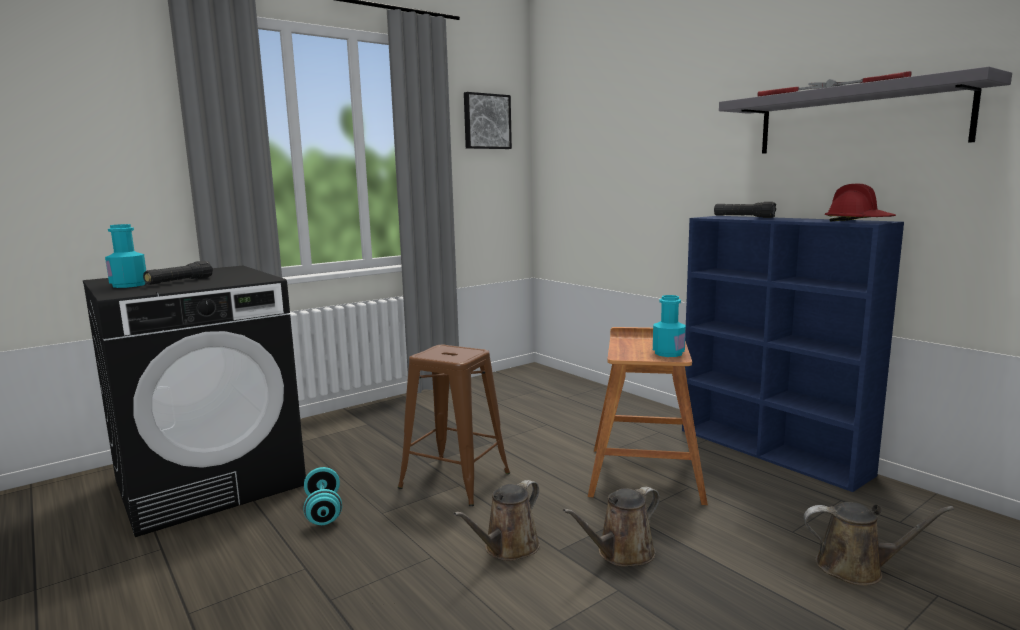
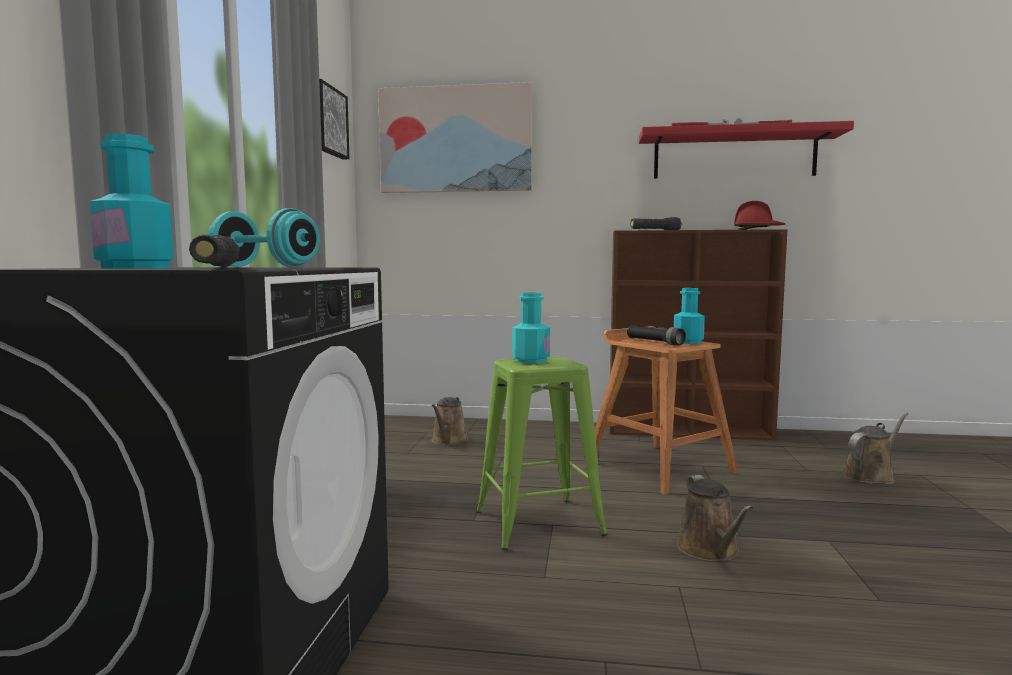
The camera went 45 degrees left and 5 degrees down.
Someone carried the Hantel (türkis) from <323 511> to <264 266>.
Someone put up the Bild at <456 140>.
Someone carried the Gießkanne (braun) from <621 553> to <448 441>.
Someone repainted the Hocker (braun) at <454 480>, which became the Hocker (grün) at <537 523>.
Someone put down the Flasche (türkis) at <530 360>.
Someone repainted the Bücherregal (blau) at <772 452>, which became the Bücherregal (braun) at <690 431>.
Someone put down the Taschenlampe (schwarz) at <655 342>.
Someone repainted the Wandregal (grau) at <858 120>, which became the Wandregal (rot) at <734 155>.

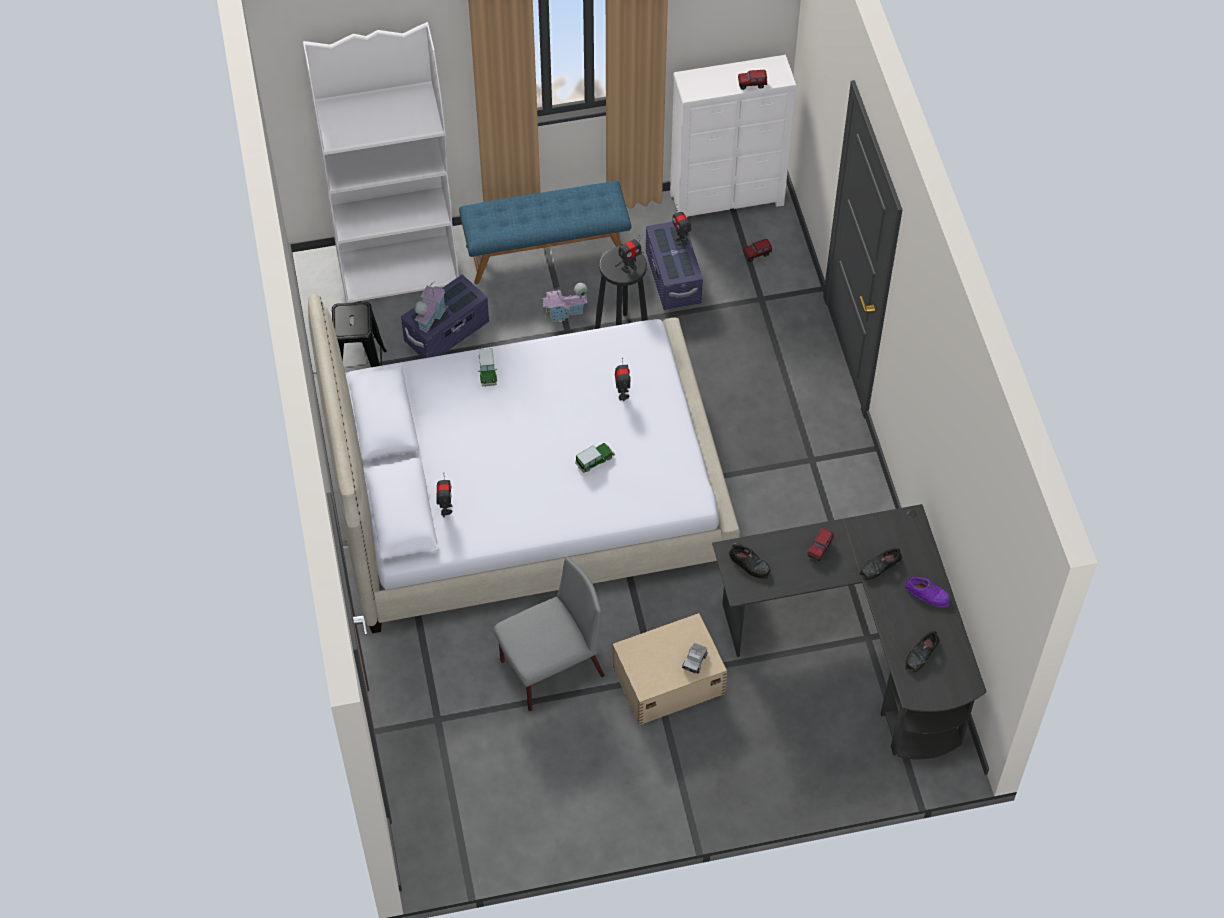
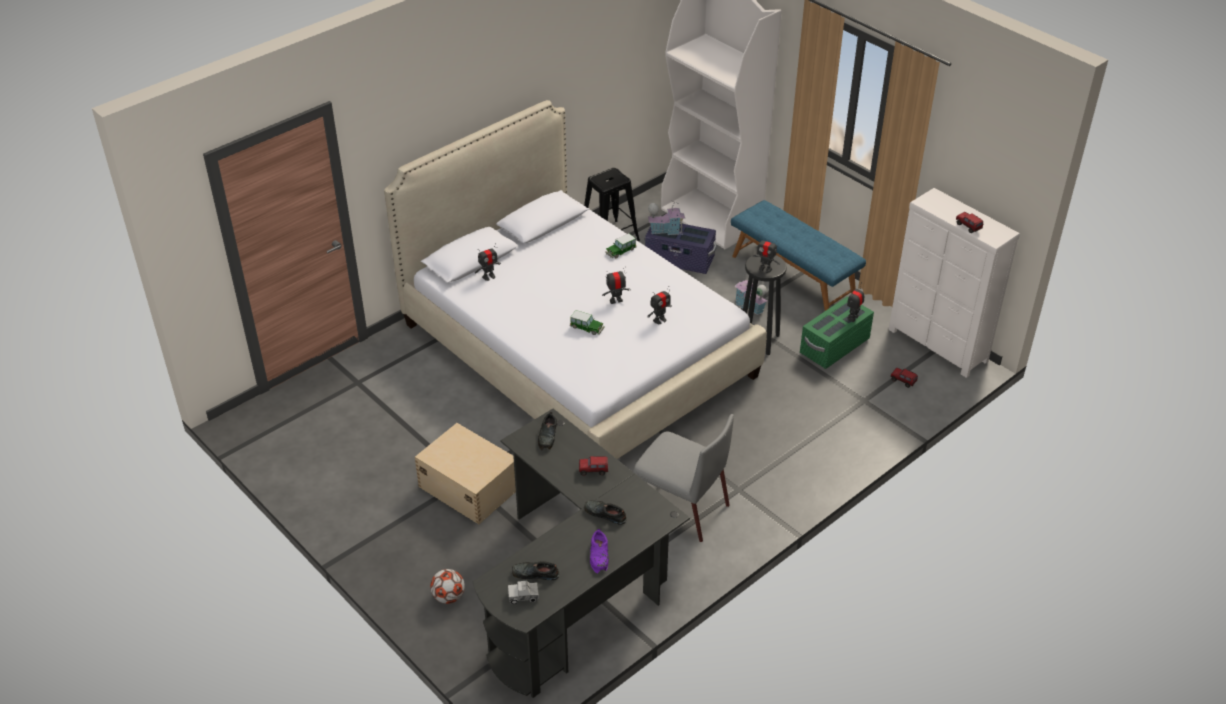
The camera went 60 degrees right and 15 degrees down.
Someone put down the Fußball at <448 597>.
Someone carried the Spielzeuglaster from <694 661> to <523 596>.
Someone put down the Spielzeugroboter at <616 300>.
Someone carried the Stuhl (grau) from <550 669> to <681 508>.
Someone repainted the Aufbewahrungsbox (lila) at <673 278>, which became the Aufbewahrungsbox (grün) at <834 346>.

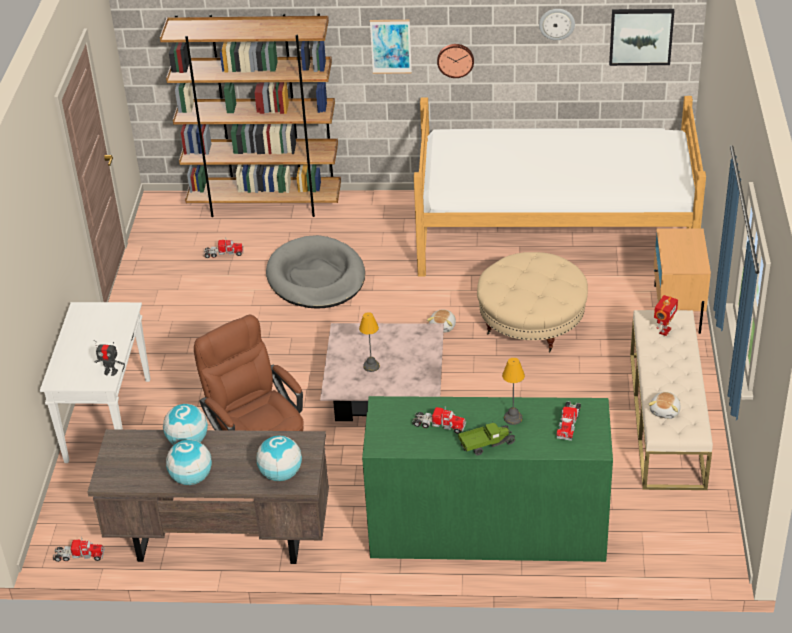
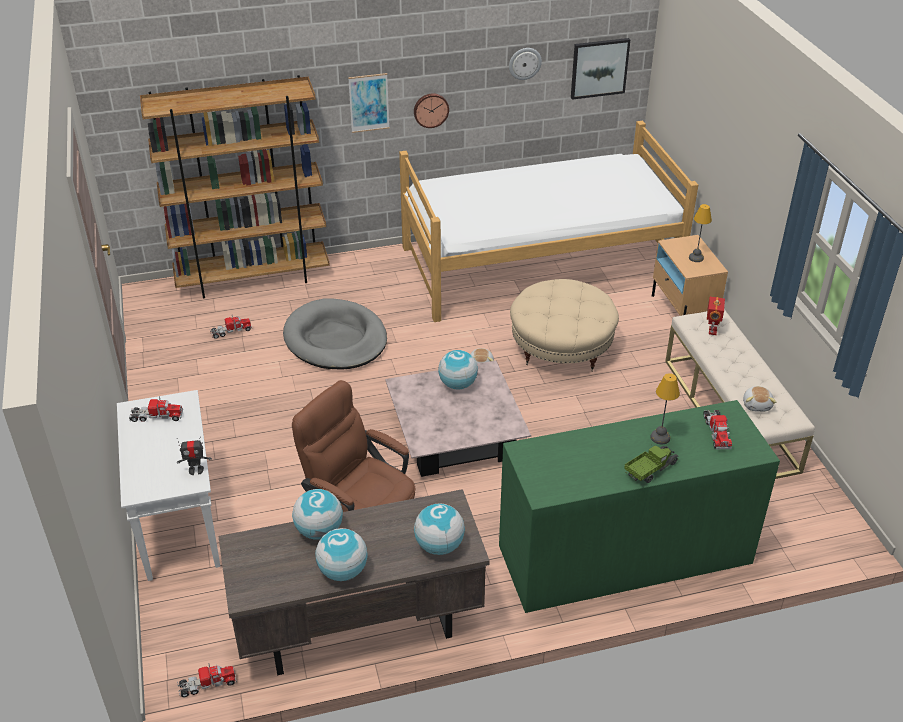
The camera went 20 degrees left and 0 degrees up.
Someone carried the Spielzeuglaster from <439 425> to <156 416>.
Someone put down the Globus at <458 384>.
Someone carried the Tischlampe from <371 366> to <696 257>.

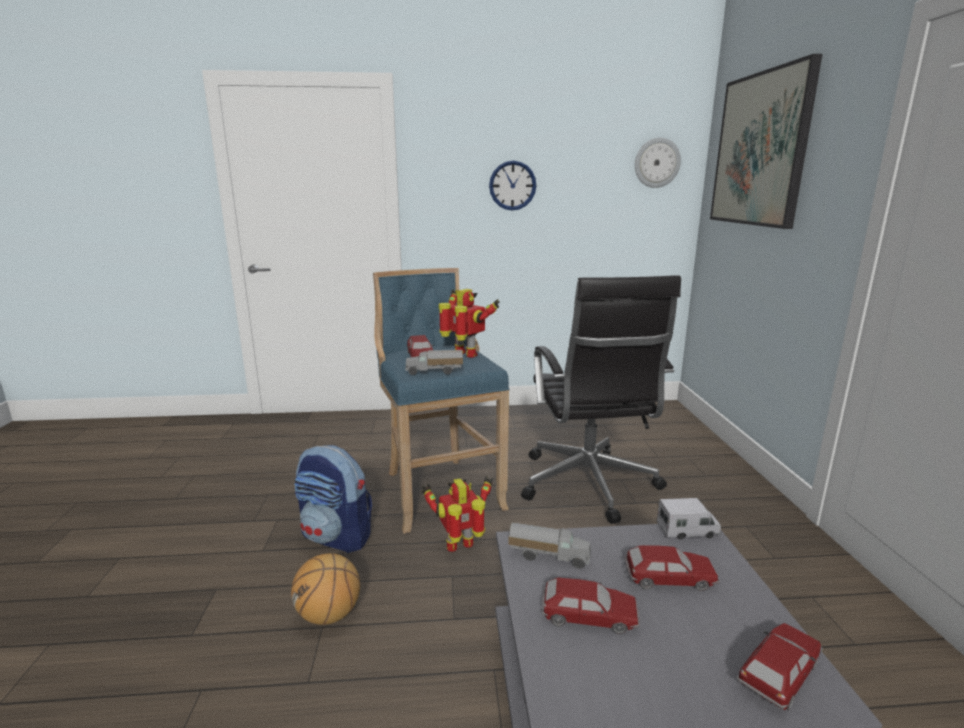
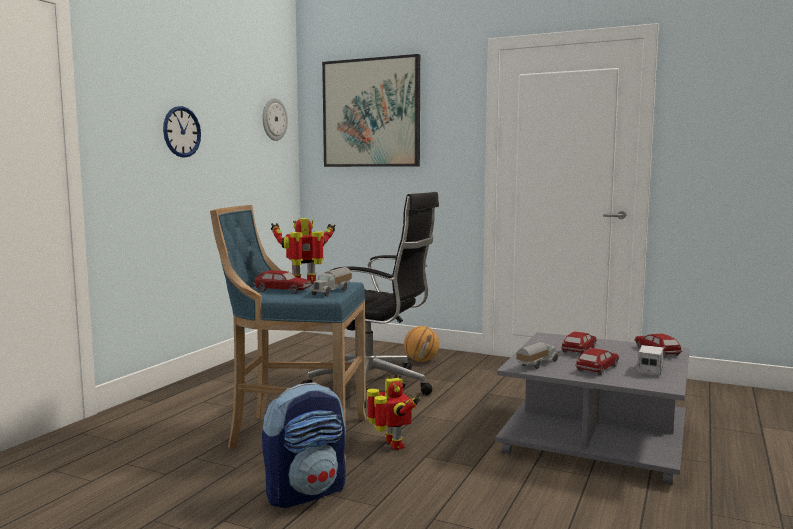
The camera went 60 degrees left and 10 degrees down.
Someone rotated the Spielzeugroboter at <461 547> by 150 degrees clockwise.
Someone carried the Basketball from <329 615> to <421 361>.
Someone carried the Spielzeuglaster from <688 531> to <650 370>.

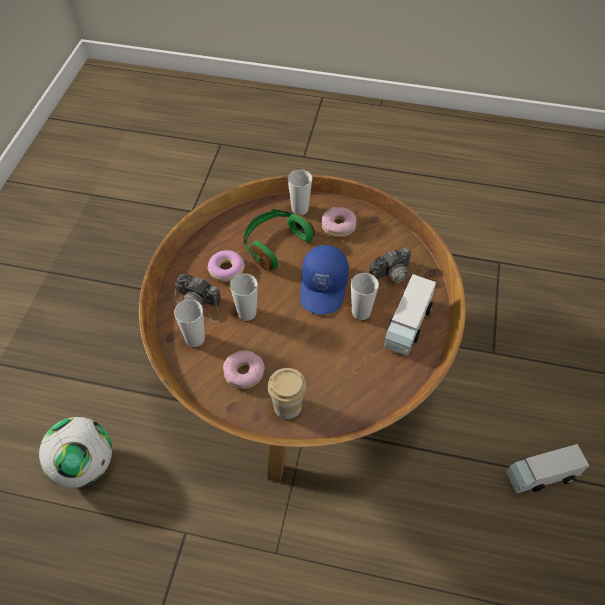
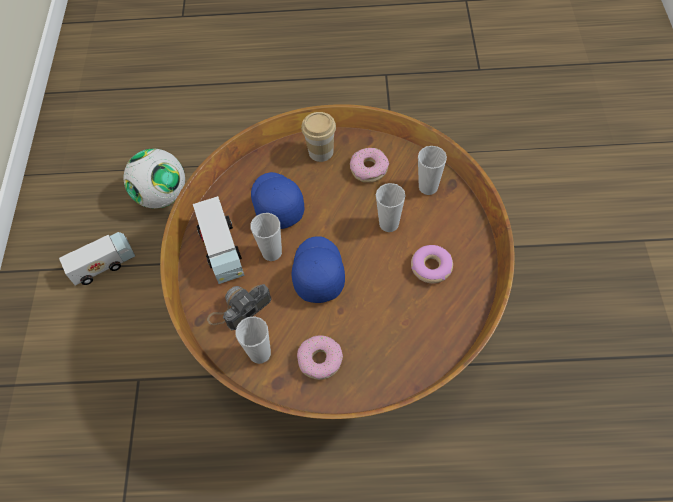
The camera went 170 degrees right and 5 degrees up.
Someone carried the Fußball from <85 465> to <162 195>.
Someone rotated the Spielzeuglaster at <407 325> by 150 degrees clockwise.
Someone carried the Tasse from <300 209> to <260 353>.
Someone put down the Kappe (blau) at <276 203>.
Someone took away the Kamera at <200 303>.
Someone took away the Kopfhörer (grün) at <275 244>.

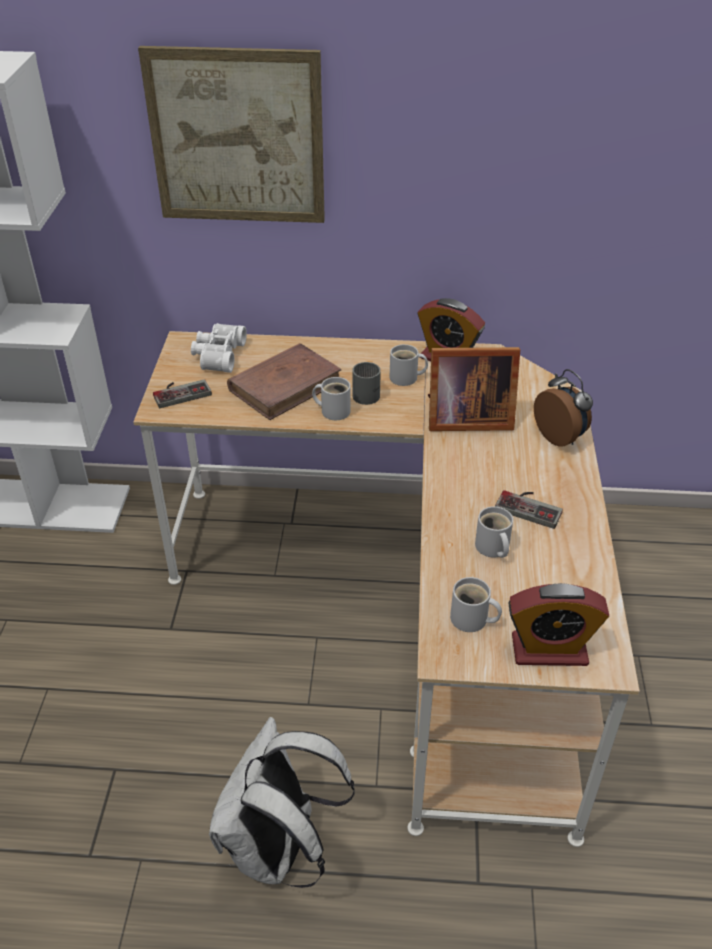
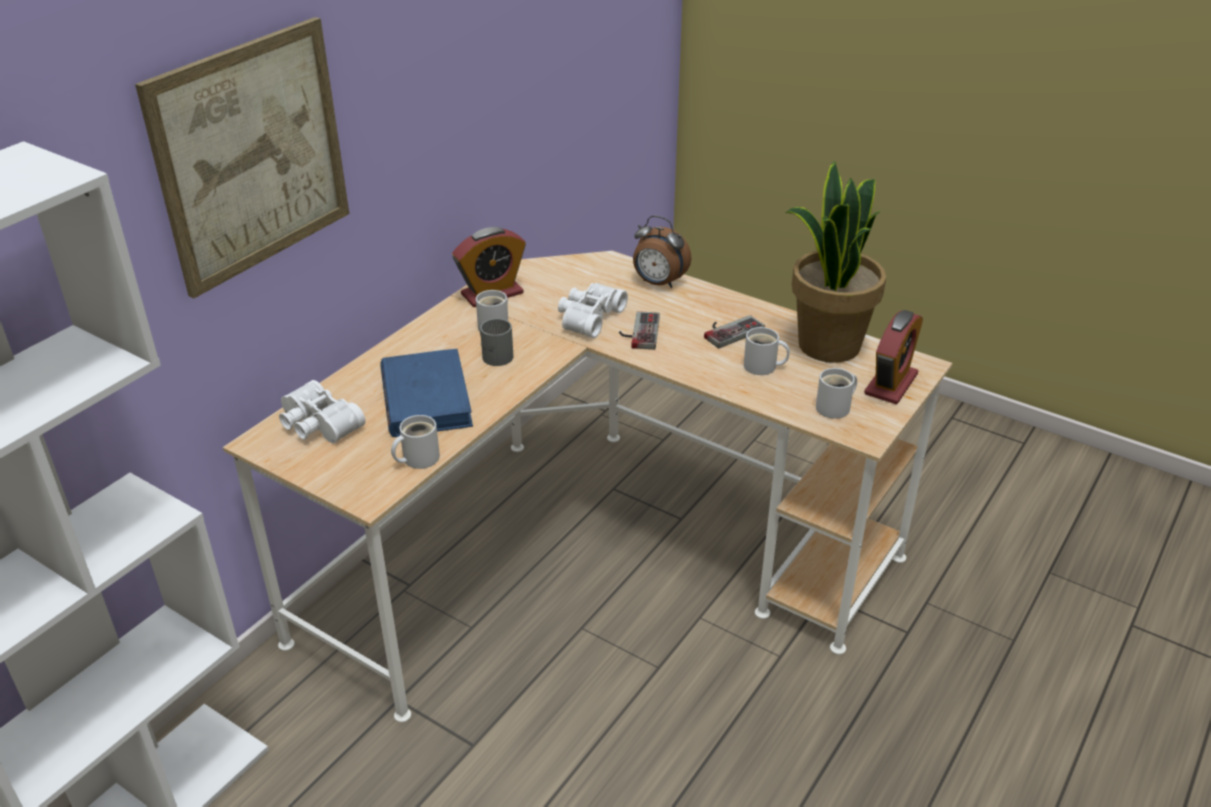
The camera went 60 degrees left and 5 degrees down.
Someone repainted the Buch (braun) at <286 385>, which became the Buch (blau) at <426 398>.
Someone carried the Henkelbecher (weiß) from <333 410> to <417 458>.
Someone swapped the Bilderrahmen at <465 418> for the Fernglas (weiß) at <588 317>.
Someone carried the Gamepad from <180 392> to <638 332>.
Someone rotated the Wecker at <560 436> by 150 degrees counterclockwise.
Someone put down the Topfpflanze at <827 345>.
Someone took away the Rucksack (weiß) at <279 849>.

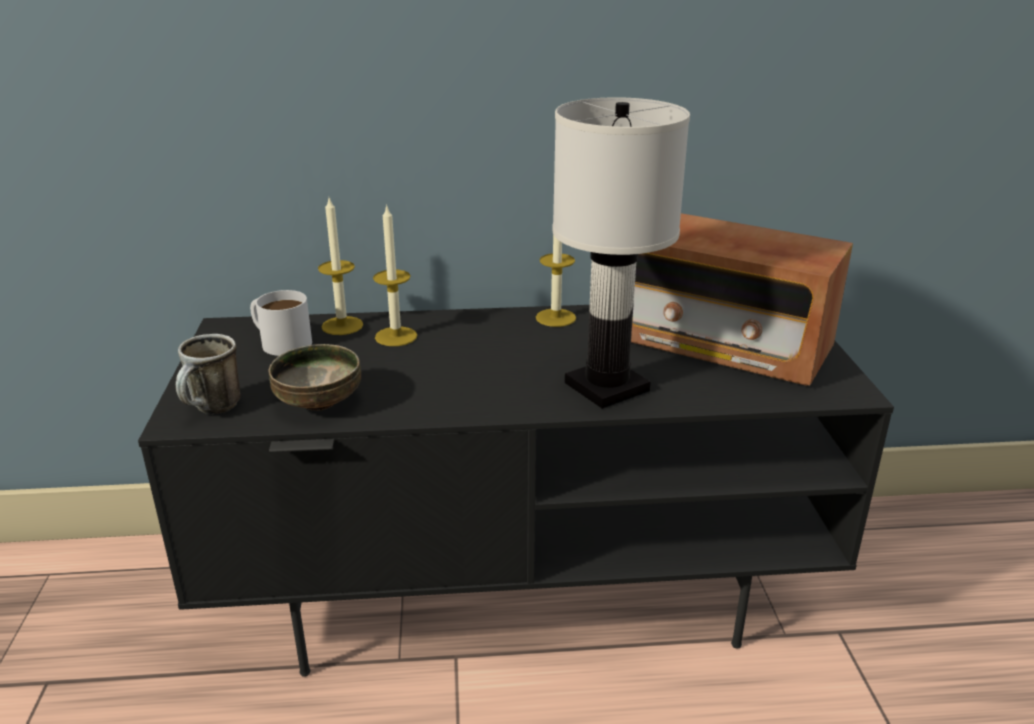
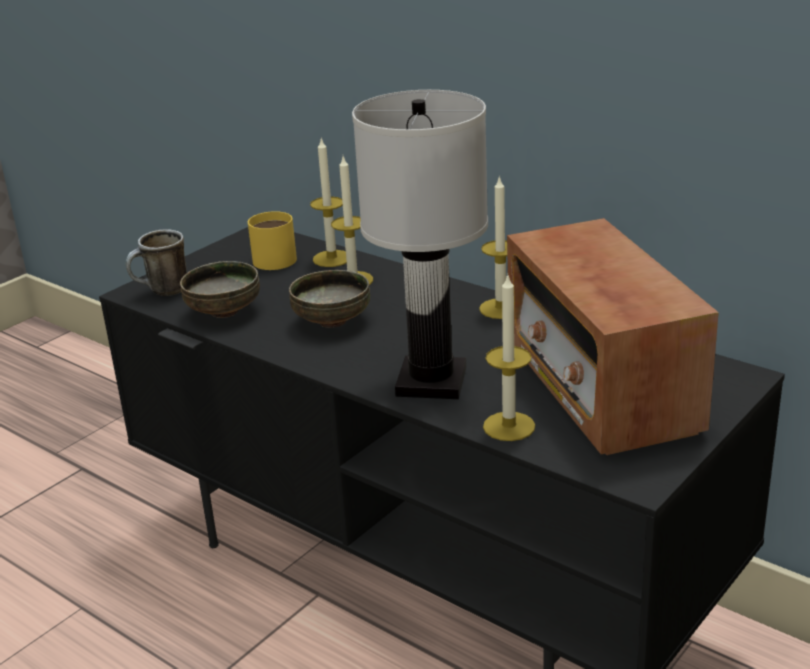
The camera went 45 degrees right and 0 degrees up.
Someone repainted the Henkelbecher (weiß) at <280 341>, which became the Henkelbecher (gelb) at <273 256>.
Someone put down the Schüssel at <331 322>.
Someone put down the Kerze at <509 426>.

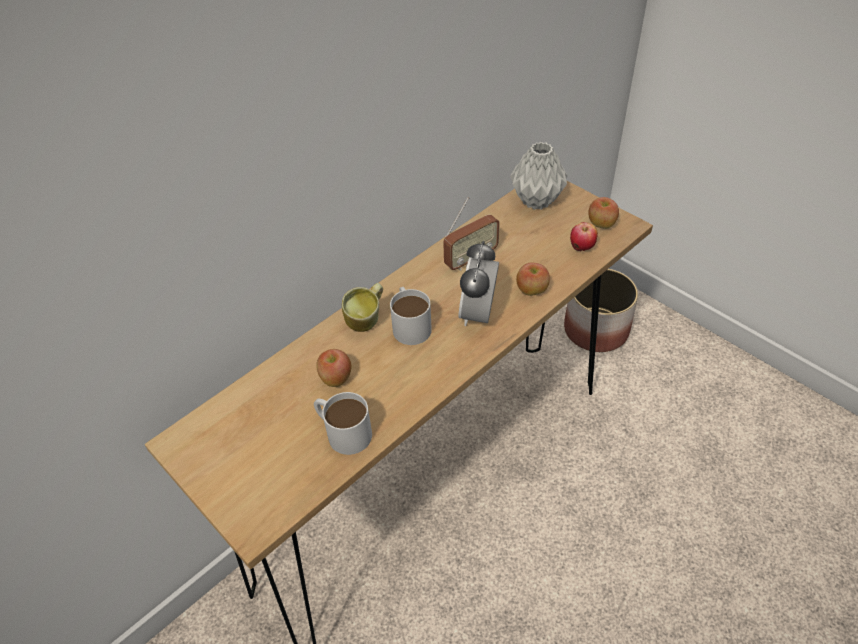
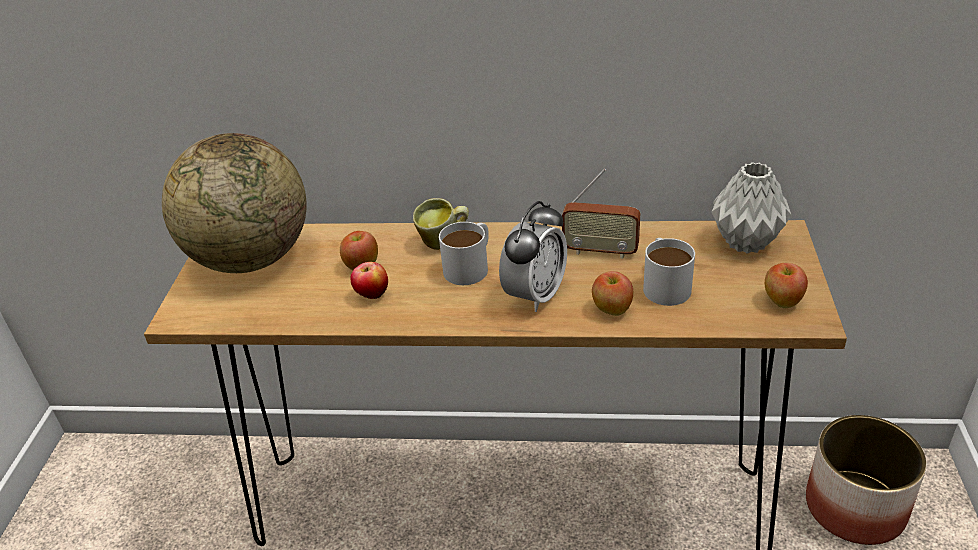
The camera went 50 degrees right and 10 degrees down.
Someone put down the Globus at <251 259>.
Someone carried the Apfel from <582 248> to <372 296>.
Someone rotated the Wecker at <478 314> by 150 degrees clockwise.
Someone carried the Henkelbecher (weiß) from <342 431> to <664 284>.

